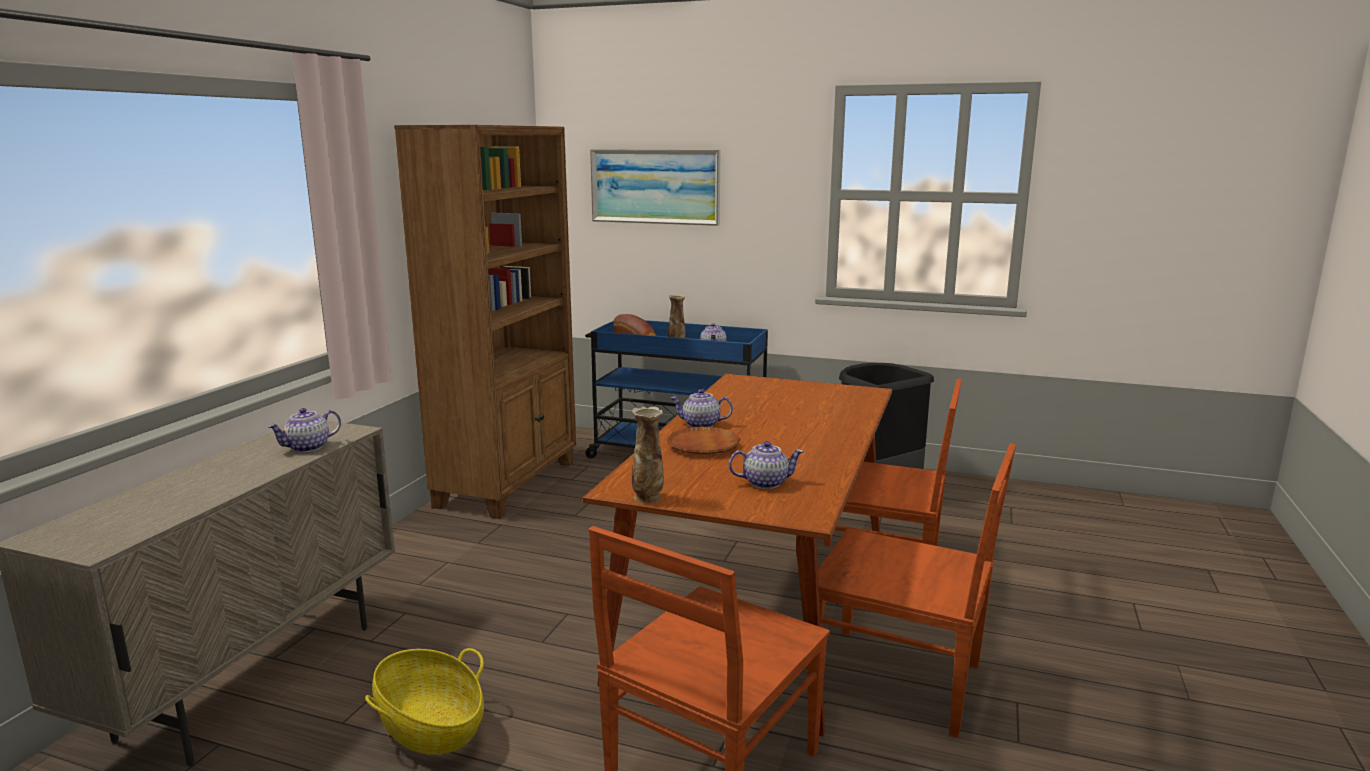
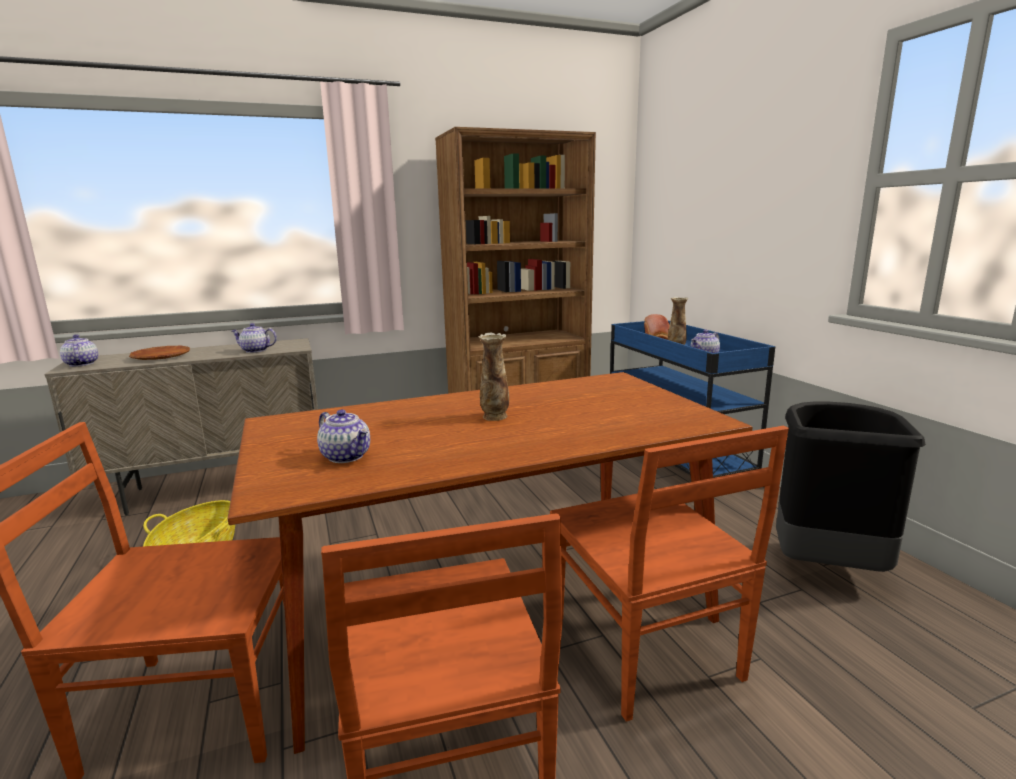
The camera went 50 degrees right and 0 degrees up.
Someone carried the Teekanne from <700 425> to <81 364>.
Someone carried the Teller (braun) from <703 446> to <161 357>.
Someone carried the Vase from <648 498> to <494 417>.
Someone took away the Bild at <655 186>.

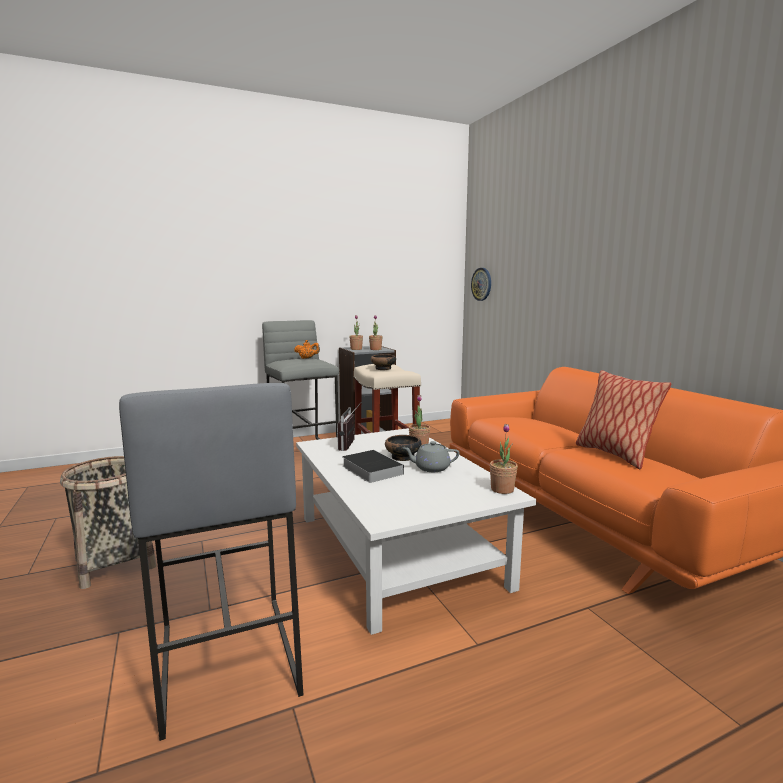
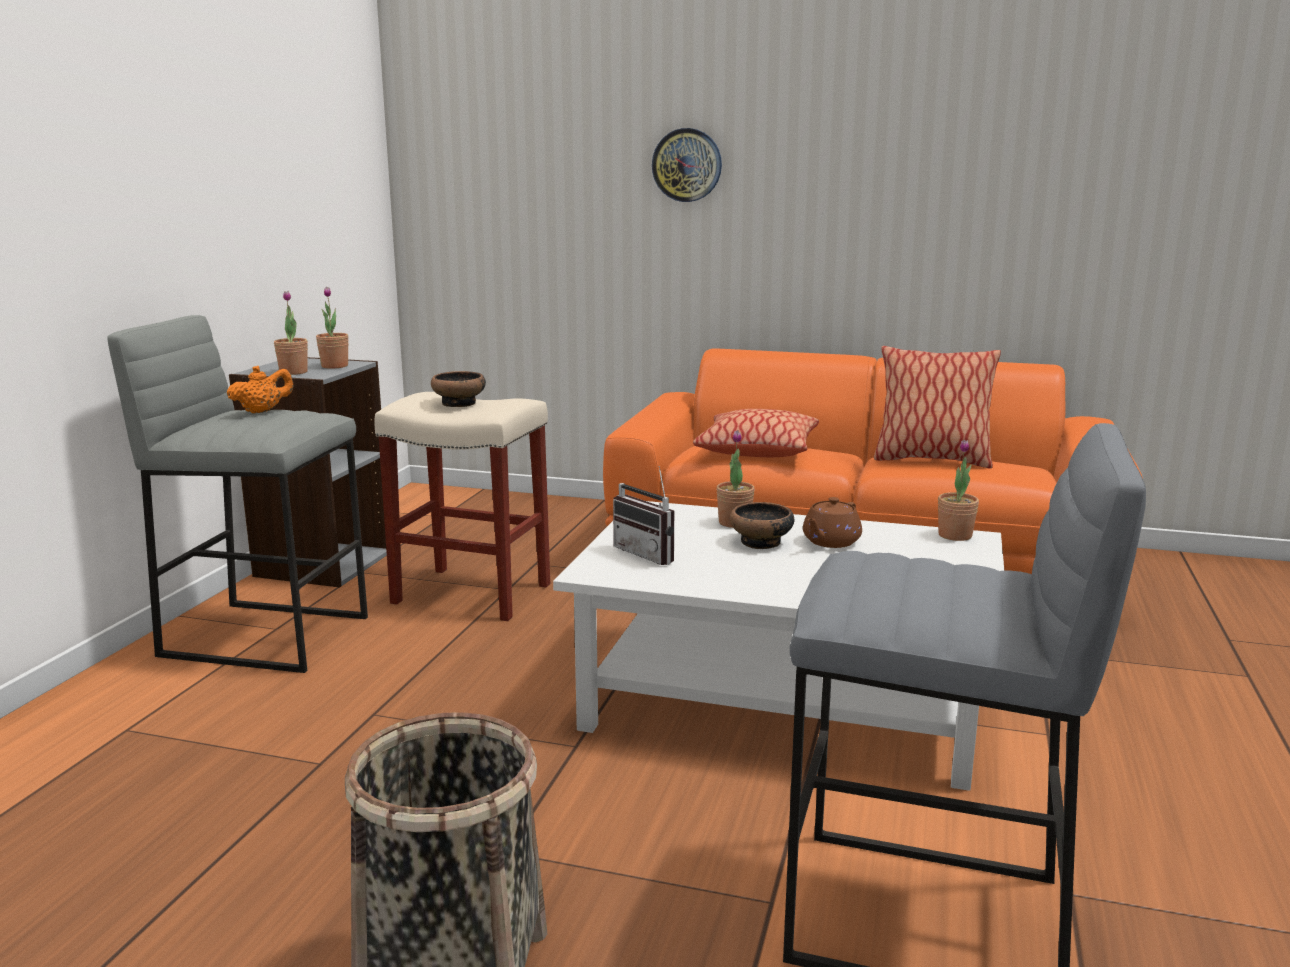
The camera went 50 degrees left and 5 degrees up.
Someone carried the Wanduhr from <481 284> to <687 165>.
Someone put down the Kissen at <757 450>.
Someone repainted the Teekanne (grau) at <431 468>, which became the Teekanne (braun) at <830 542>.
Someone took away the Buch at <370 469>.

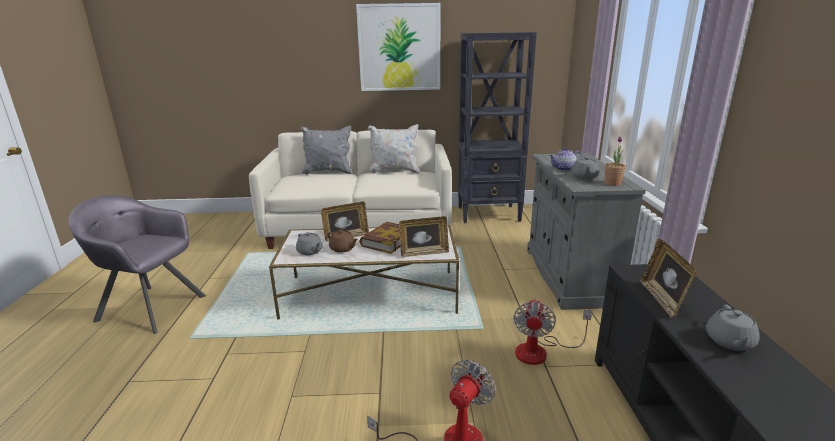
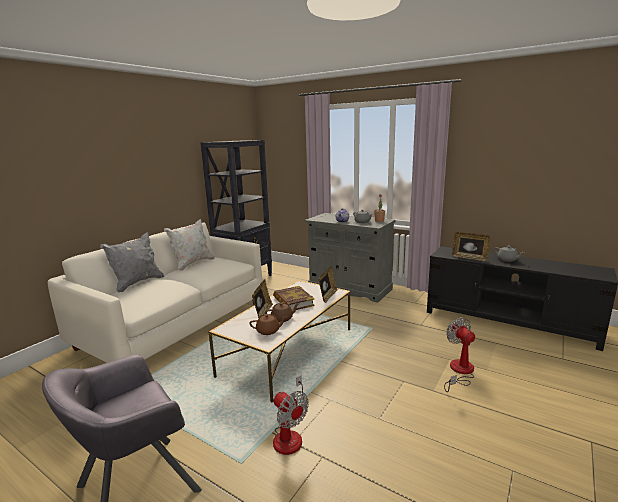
The camera went 55 degrees left and 5 degrees down.
Someone repainted the Teekanne (grau) at <310 251>, which became the Teekanne (braun) at <268 331>.
Someone carried the Ventilator from <540 351> to <290 434>.
Someone took away the Bild at <399 48>.

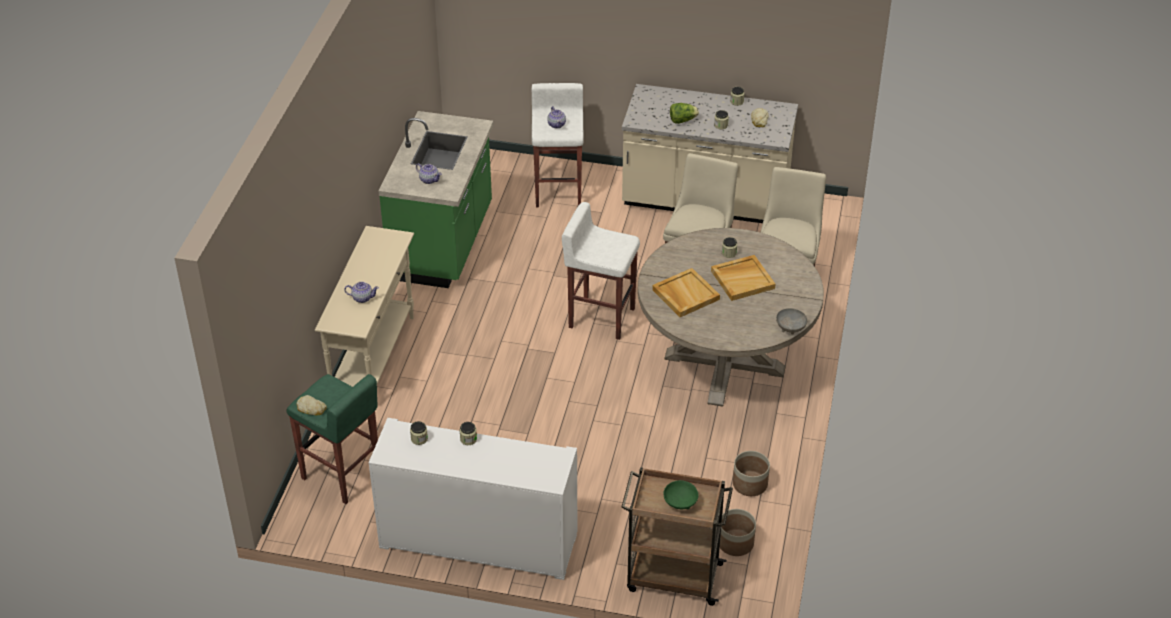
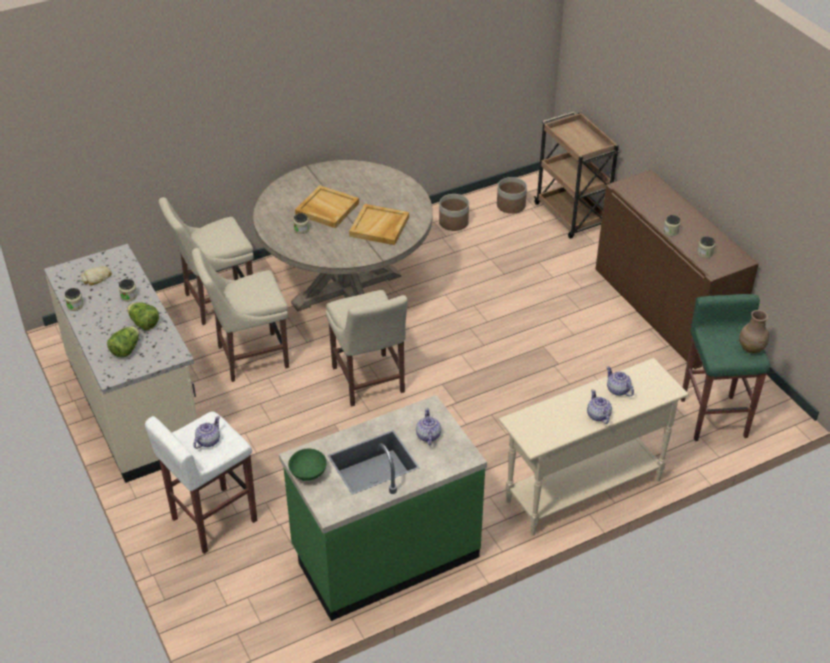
The camera went 130 degrees left and 0 degrees up.
Someone put down the Salatkopf at <126 349>.
Someone carried the Schüssel (grün) from <679 503> to <308 474>.
Someone swapped the Hocker (weiß) at <601 317> for the Stuhl (beige) at <369 382>.
Someone put down the Teekanne at <598 416>.
Someone repainted the Schrank (weiß) at <478 540>, which became the Schrank (braun) at <663 310>.
Someone swapped the Brot at <311 409> for the Vase (braun) at <751 348>.
Someone took away the Schüssel (grau) at <791 329>.

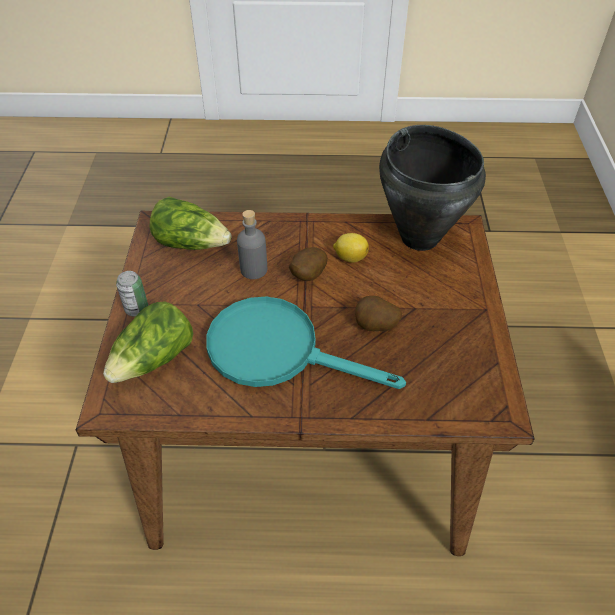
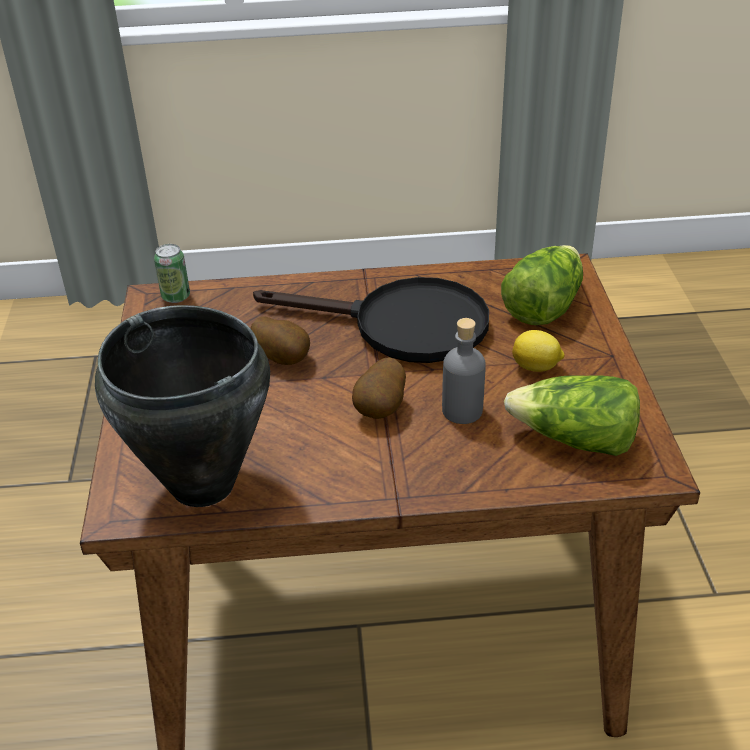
The camera went 175 degrees right and 10 degrees down.
Someone carried the Dose from <136 309> to <176 297>.
Someone repainted the Pfanne (türkis) at <278 350>, which became the Pfanne (schwarz) at <402 326>.
Someone carried the Zitrone from <350 257> to <536 367>.

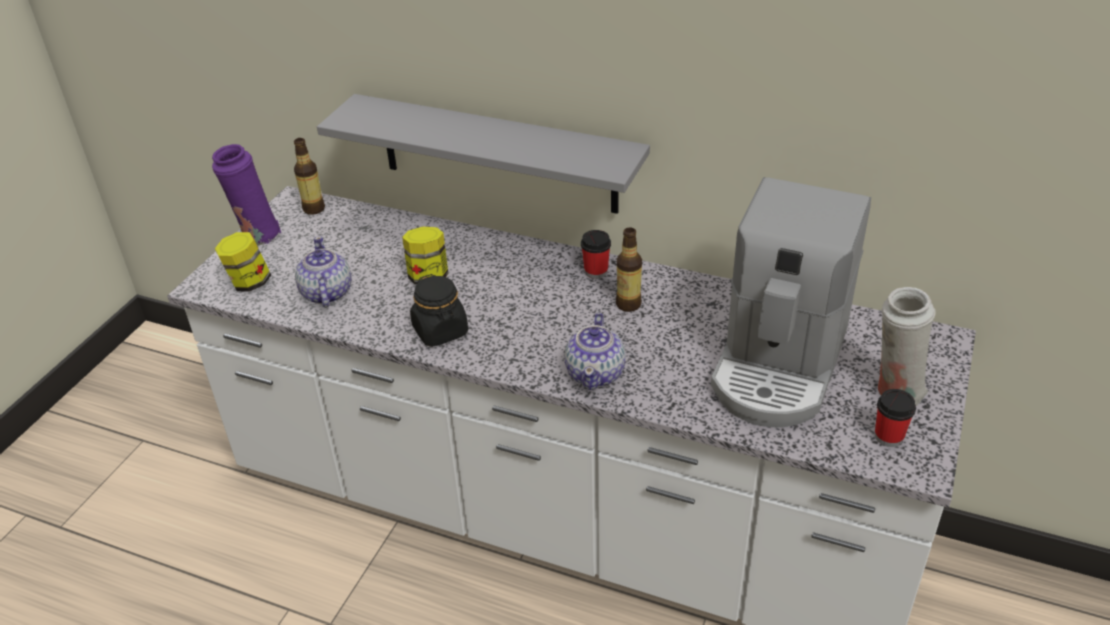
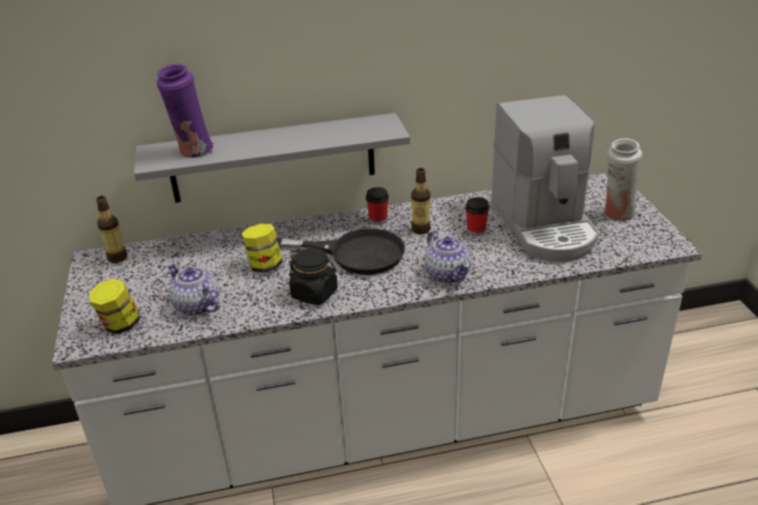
The camera went 35 degrees left and 5 degrees down.
Someone carried the Vase (lila) from <257 235> to <193 152>.
Someone put down the Pfanne (schwarz) at <353 253>.
Someone carried the Tasse from <888 436> to <476 230>.

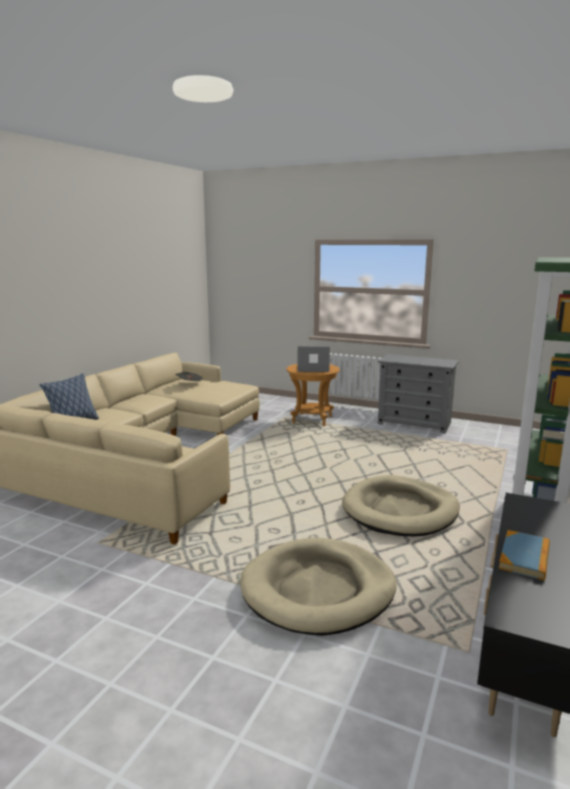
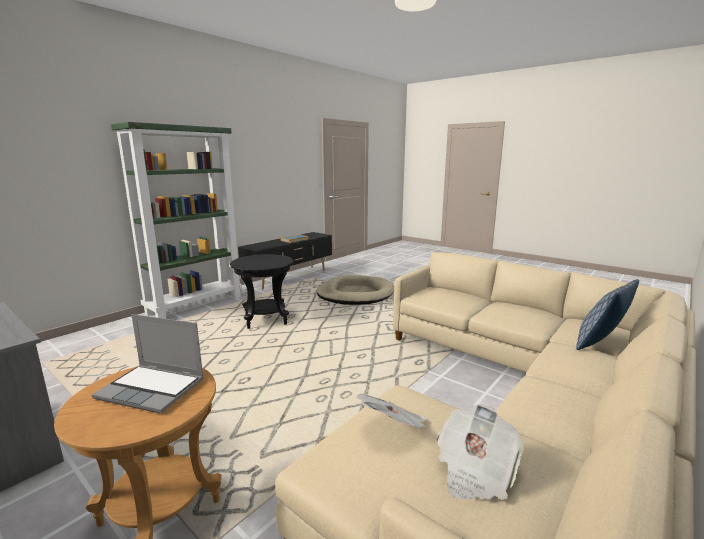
The camera went 165 degrees left and 0 degrees up.
Someone swapped the Hundebett (beige) at <400 510> for the Beistelltisch (schwarz) at <265 319>.
Someone put down the Zeitung at <394 427>.

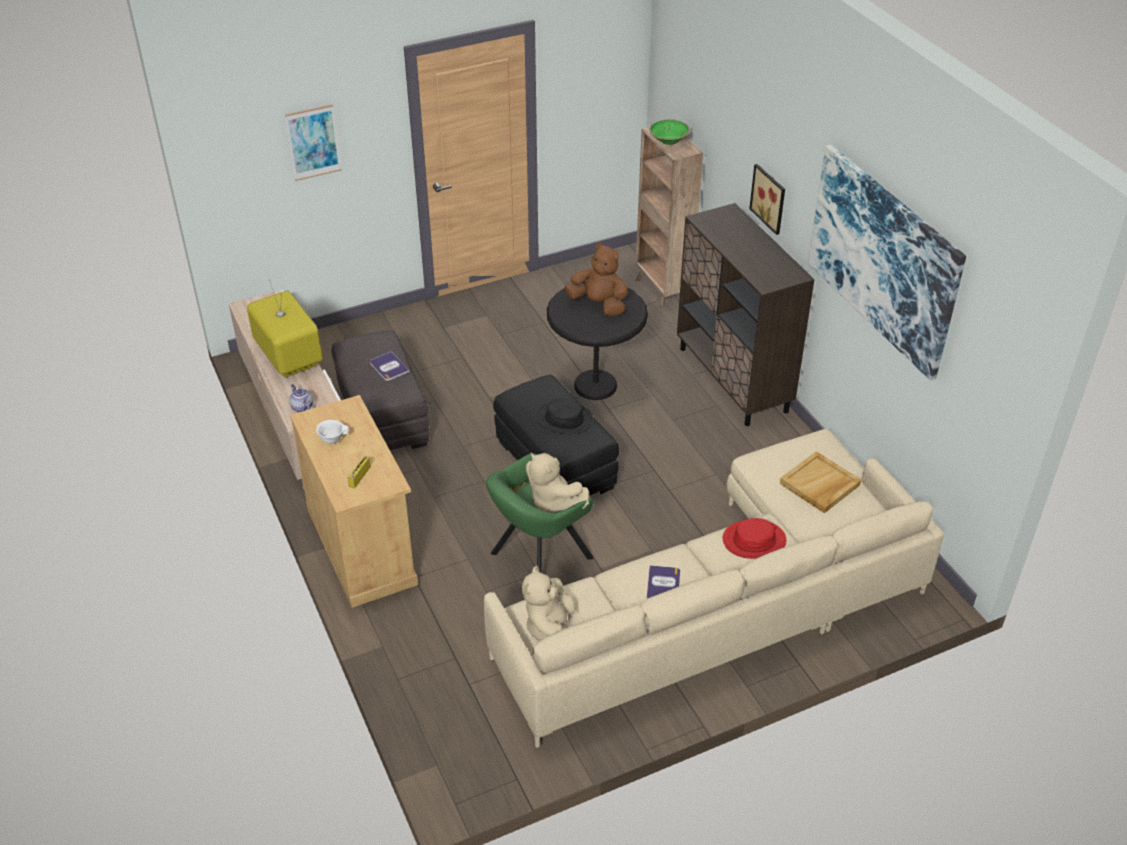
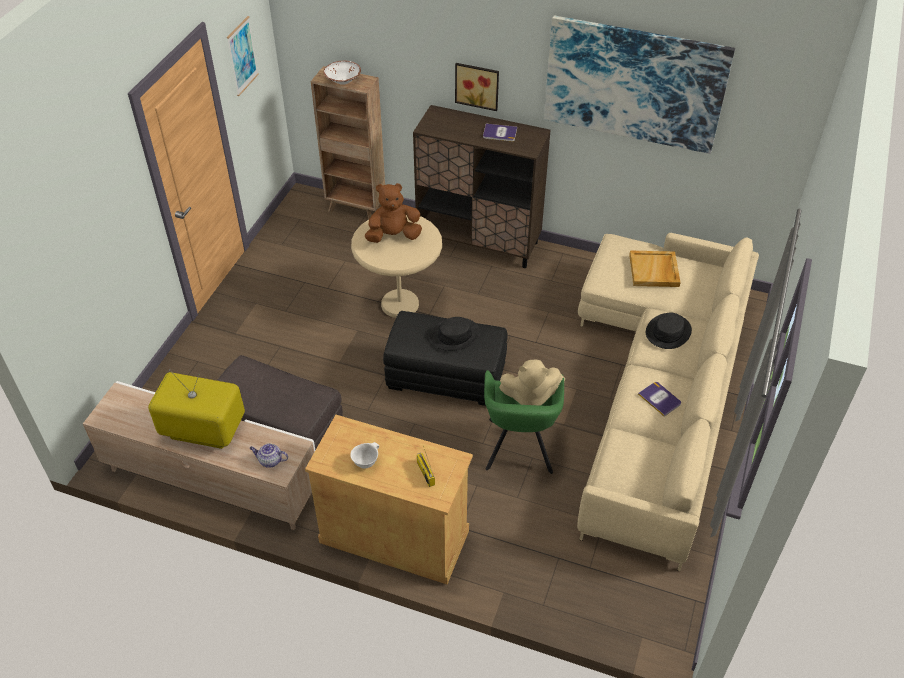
The camera went 45 degrees left and 5 degrees up.
Someone carried the Bild from <313 142> to <242 56>.
Someone repainted the Schüssel (grün) at <669 141>, which became the Schüssel (weiß) at <343 80>.
Someone repainted the Beistelltisch (schwarz) at <595 386>, which became the Beistelltisch (beige) at <400 304>.
Someone carried the Buch from <389 367> to <499 133>.
Someone repainted the Hut (rot) at <754 540>, which became the Hut (schwarz) at <668 332>.
Someone took away the Plüschtier (beige) at <550 629>.

